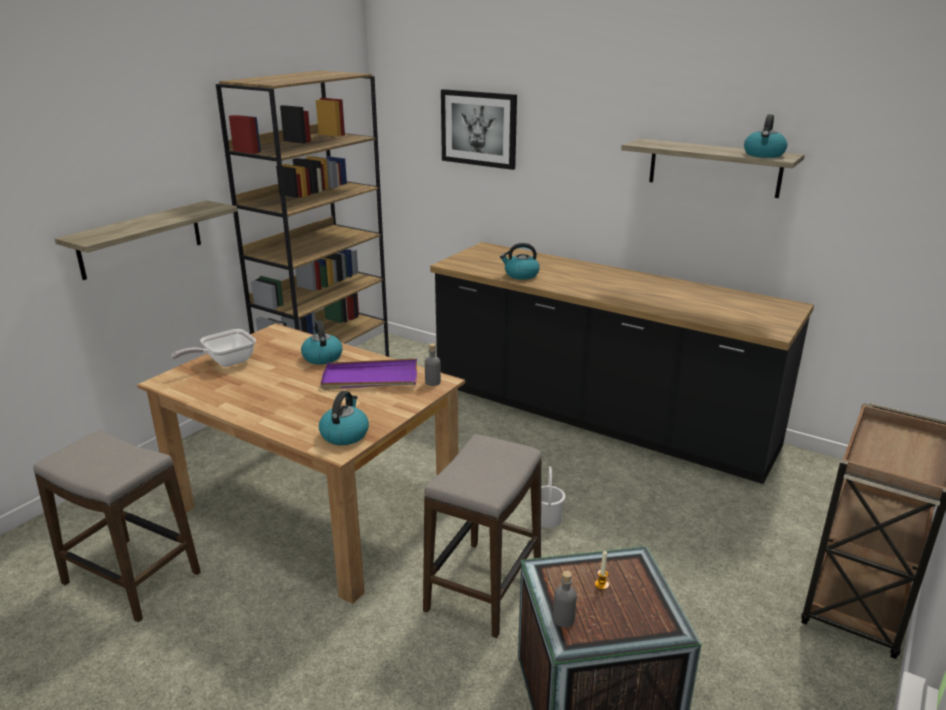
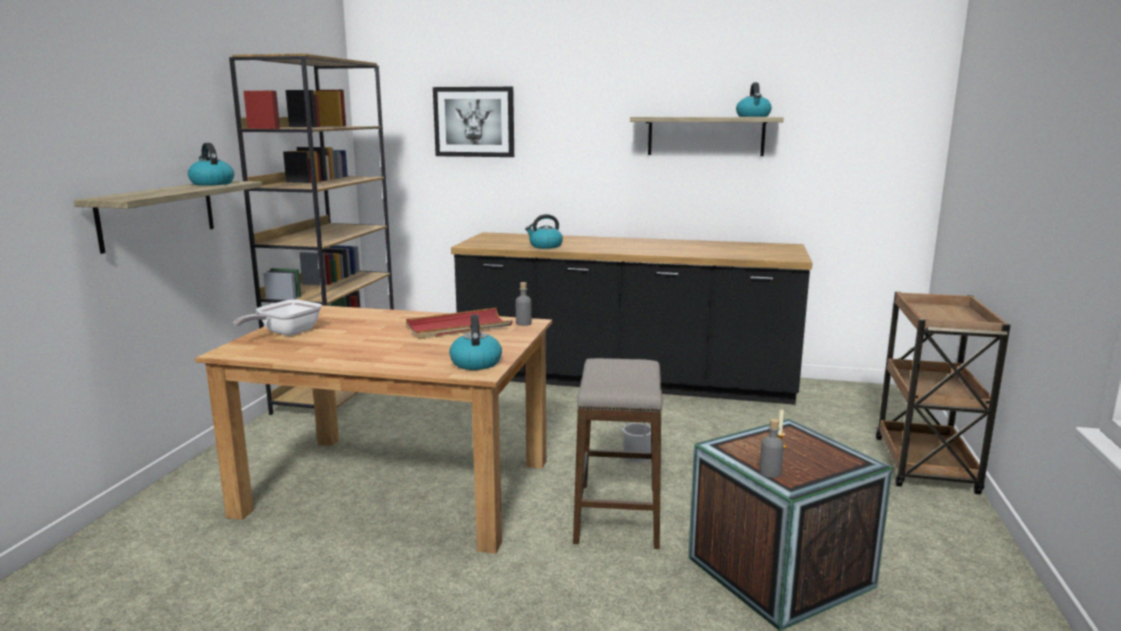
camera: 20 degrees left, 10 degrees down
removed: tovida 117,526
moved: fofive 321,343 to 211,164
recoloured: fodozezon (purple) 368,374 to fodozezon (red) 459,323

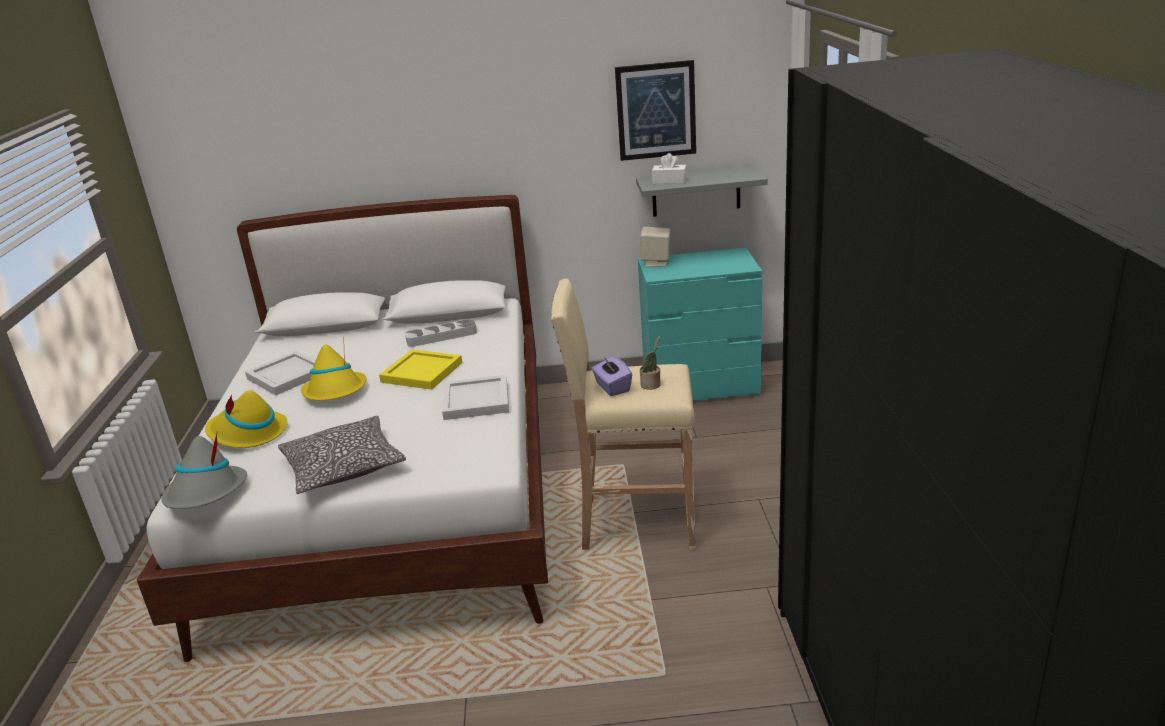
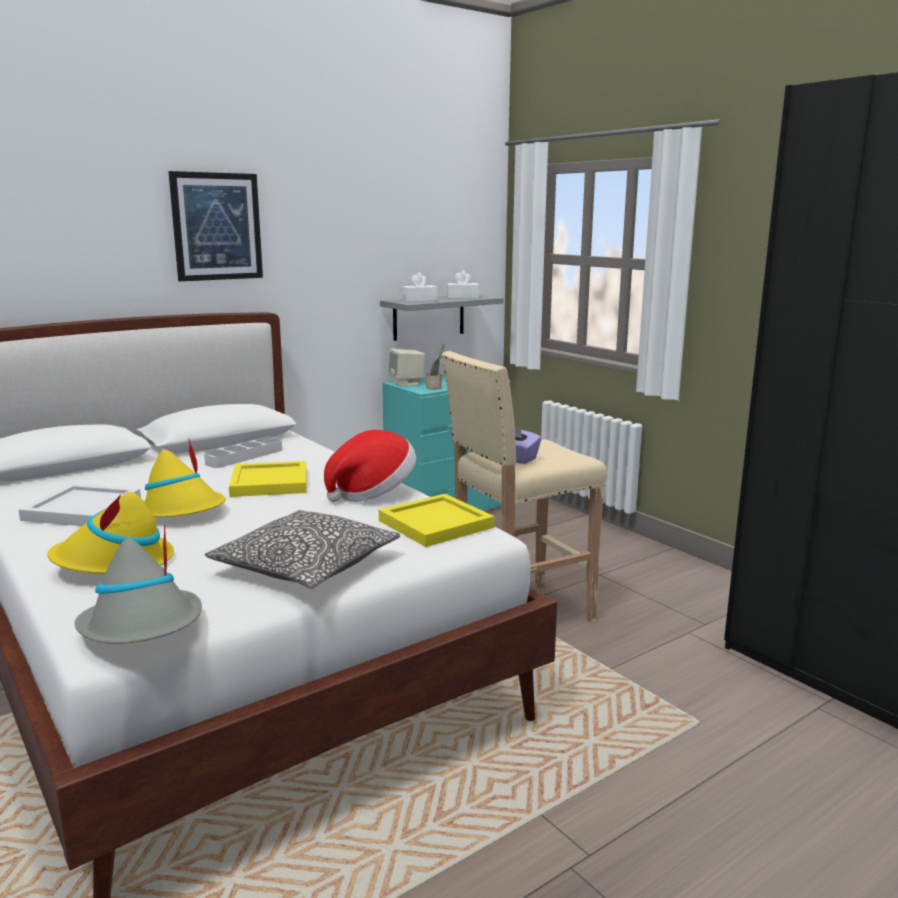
camera: 35 degrees left, 10 degrees down
added: fodozezon (yellow) 437,520; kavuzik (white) 463,284
moved: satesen 655,110 to 215,226; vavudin 650,363 to 435,366
replaced: fodozezon (white) 475,397 to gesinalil 370,466

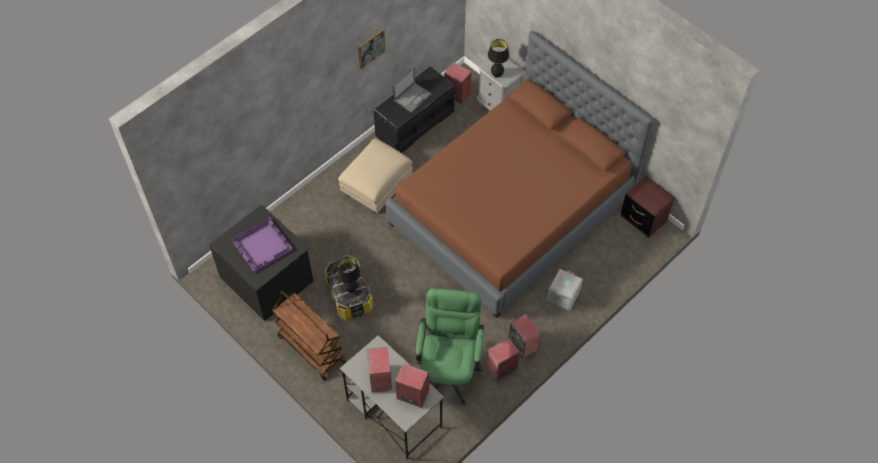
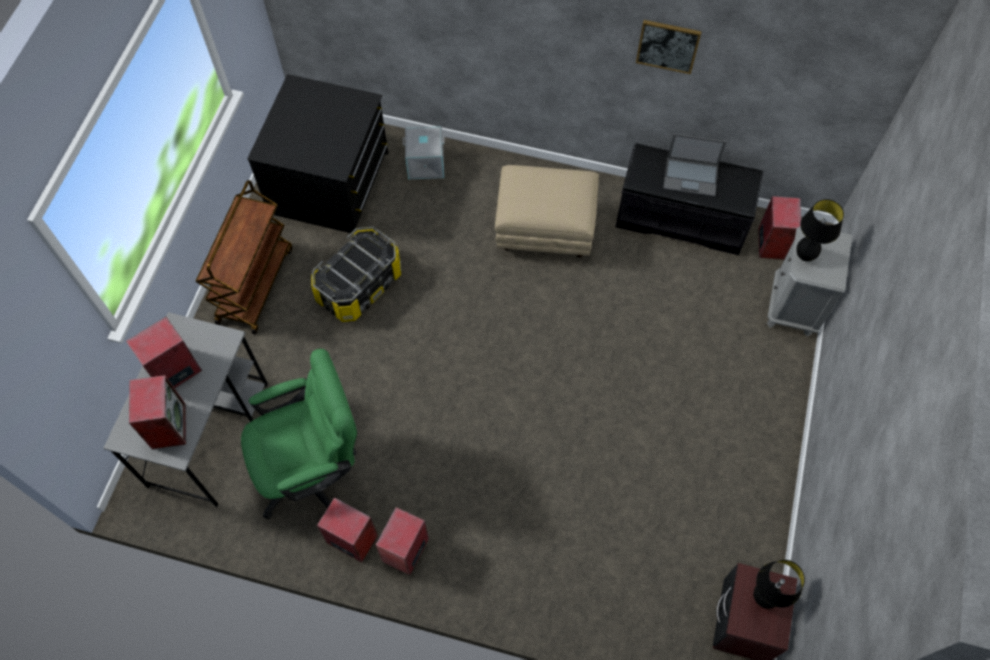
camera: 60 degrees right, 5 degrees up
removed: fodozezon (purple) 262,245; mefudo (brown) 519,174
moved: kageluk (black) 348,275 to 779,584; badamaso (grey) 565,290 to 424,152

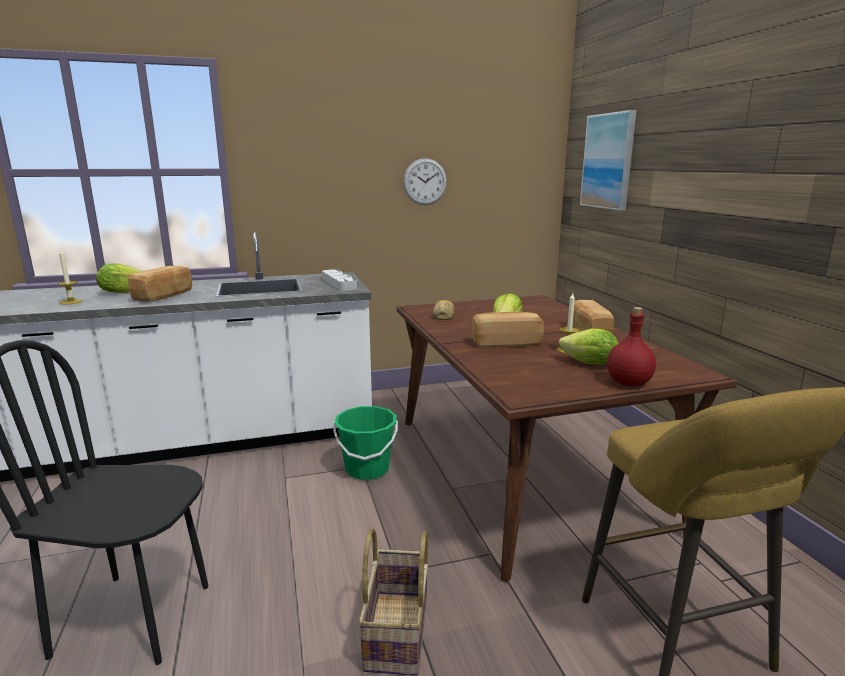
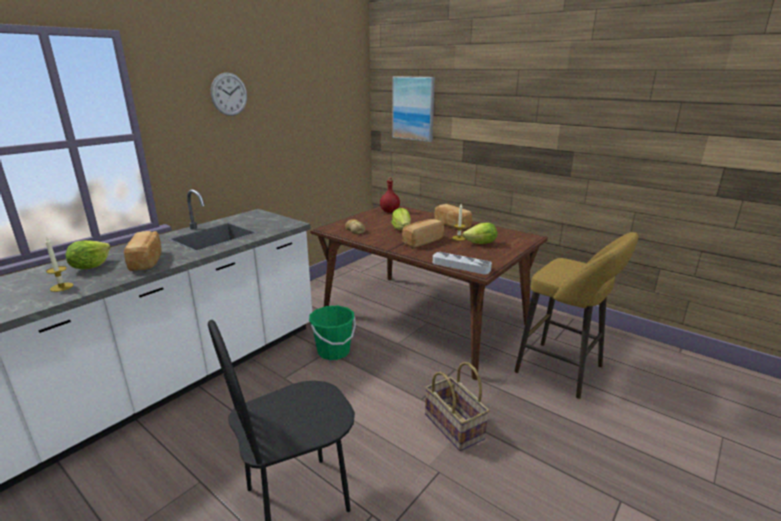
camera: 35 degrees left, 5 degrees up
moved: fodozezon (grey) 339,280 to 462,263; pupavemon 425,181 to 229,94; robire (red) 631,347 to 390,195

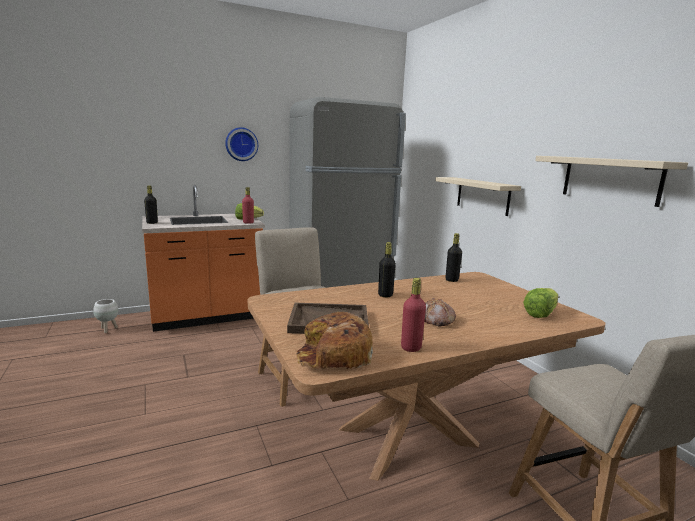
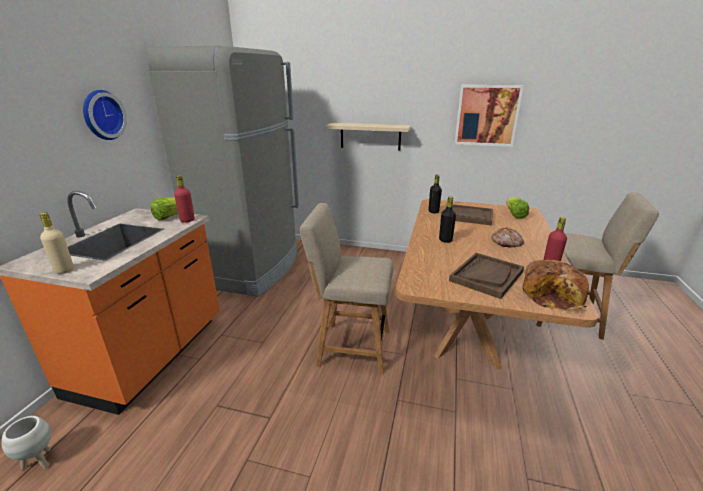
camera: 50 degrees left, 10 degrees up
added: fodozezon (brown) 469,215
replaced: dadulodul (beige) 611,181 to satesen 489,116
recoloured: robire (black) 151,205 to robire (beige) 57,243

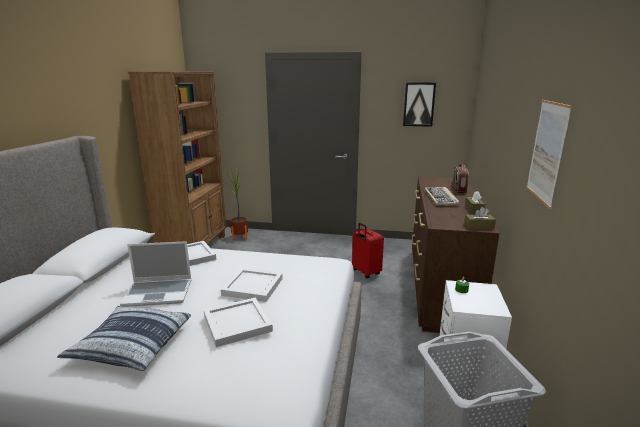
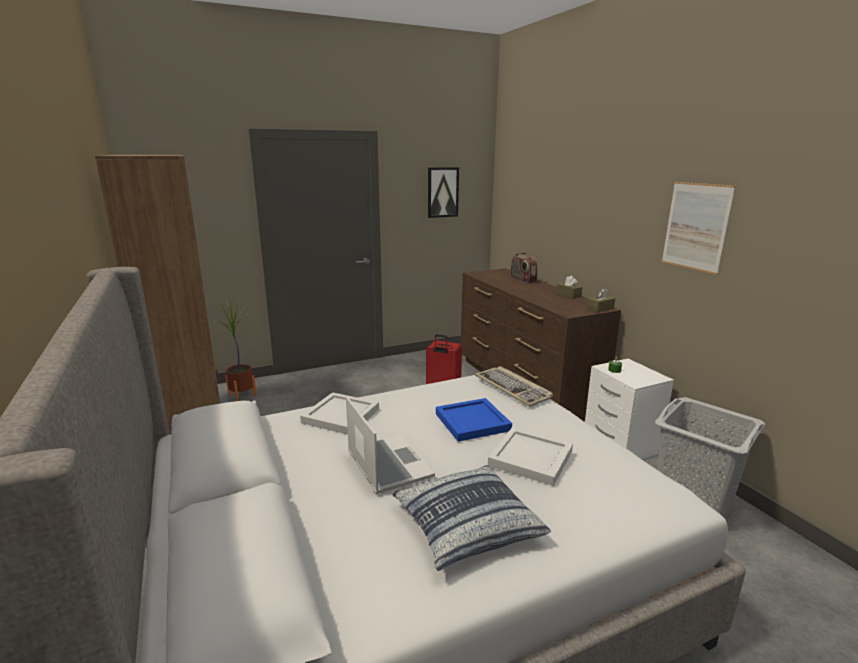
camera: 35 degrees left, 0 degrees up
moved: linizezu 442,196 to 514,386
recoloured: fodozezon (white) 252,285 to fodozezon (blue) 474,420
turned: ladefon 155,274 = 390,445 75 degrees counterclockwise

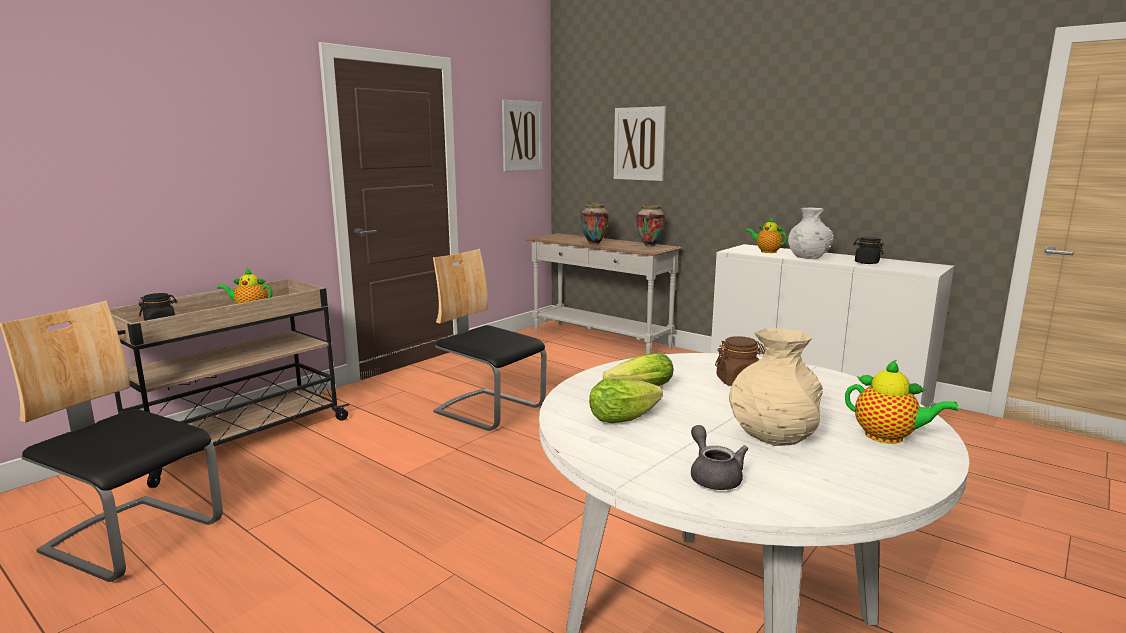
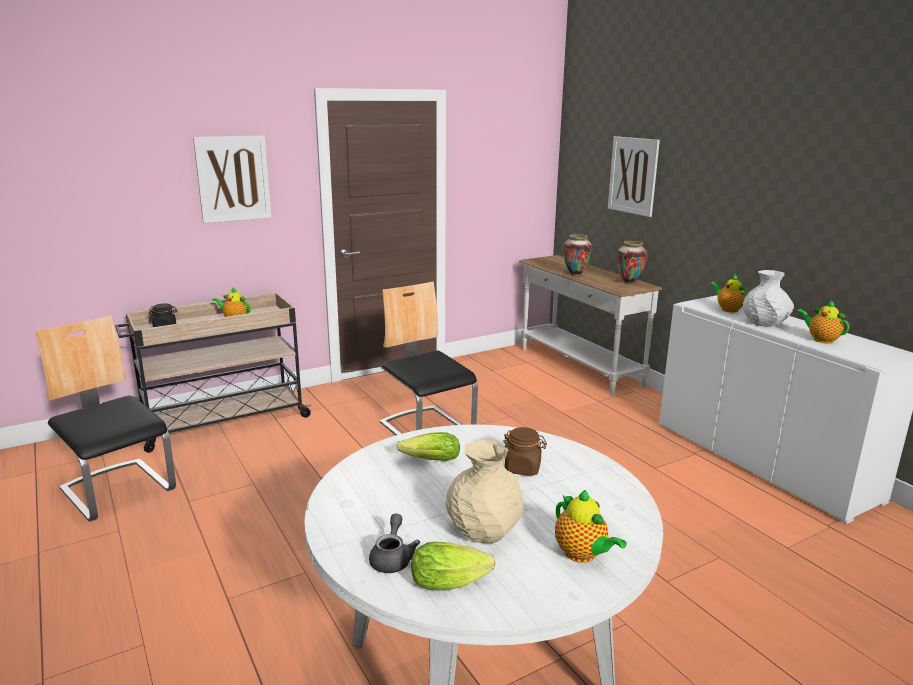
camera: 20 degrees right, 5 degrees up
moved: satesen 522,135 to 232,179; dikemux 626,400 to 453,566
replaced: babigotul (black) 868,250 to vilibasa 823,322

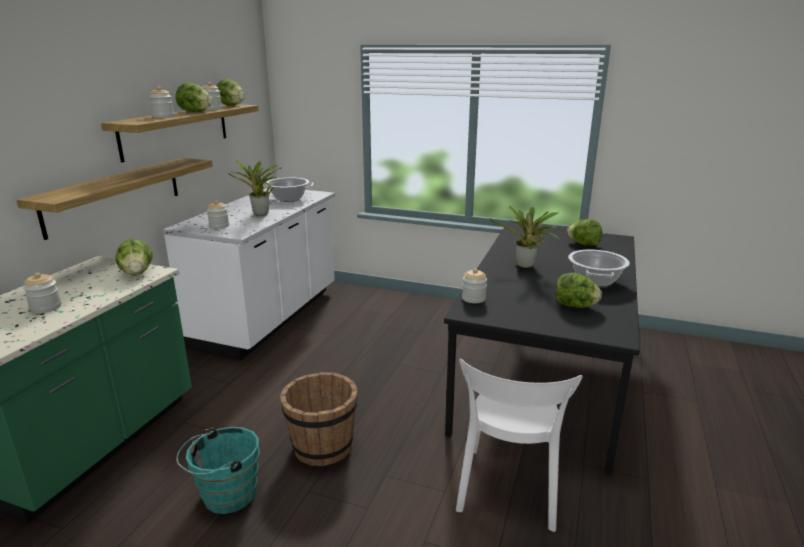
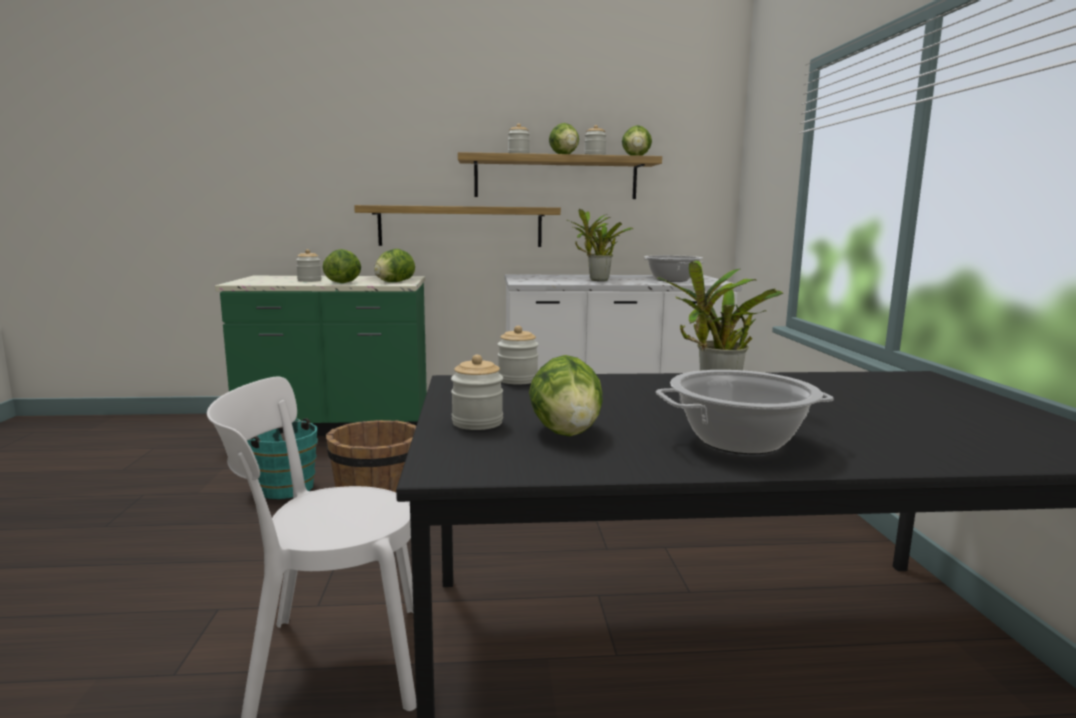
camera: 65 degrees right, 10 degrees down
moved: babigotul 218,215 to 477,392; dikemux 584,232 to 341,266

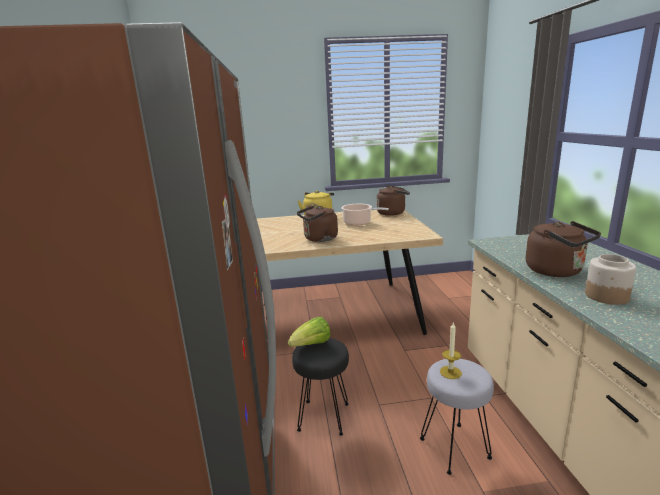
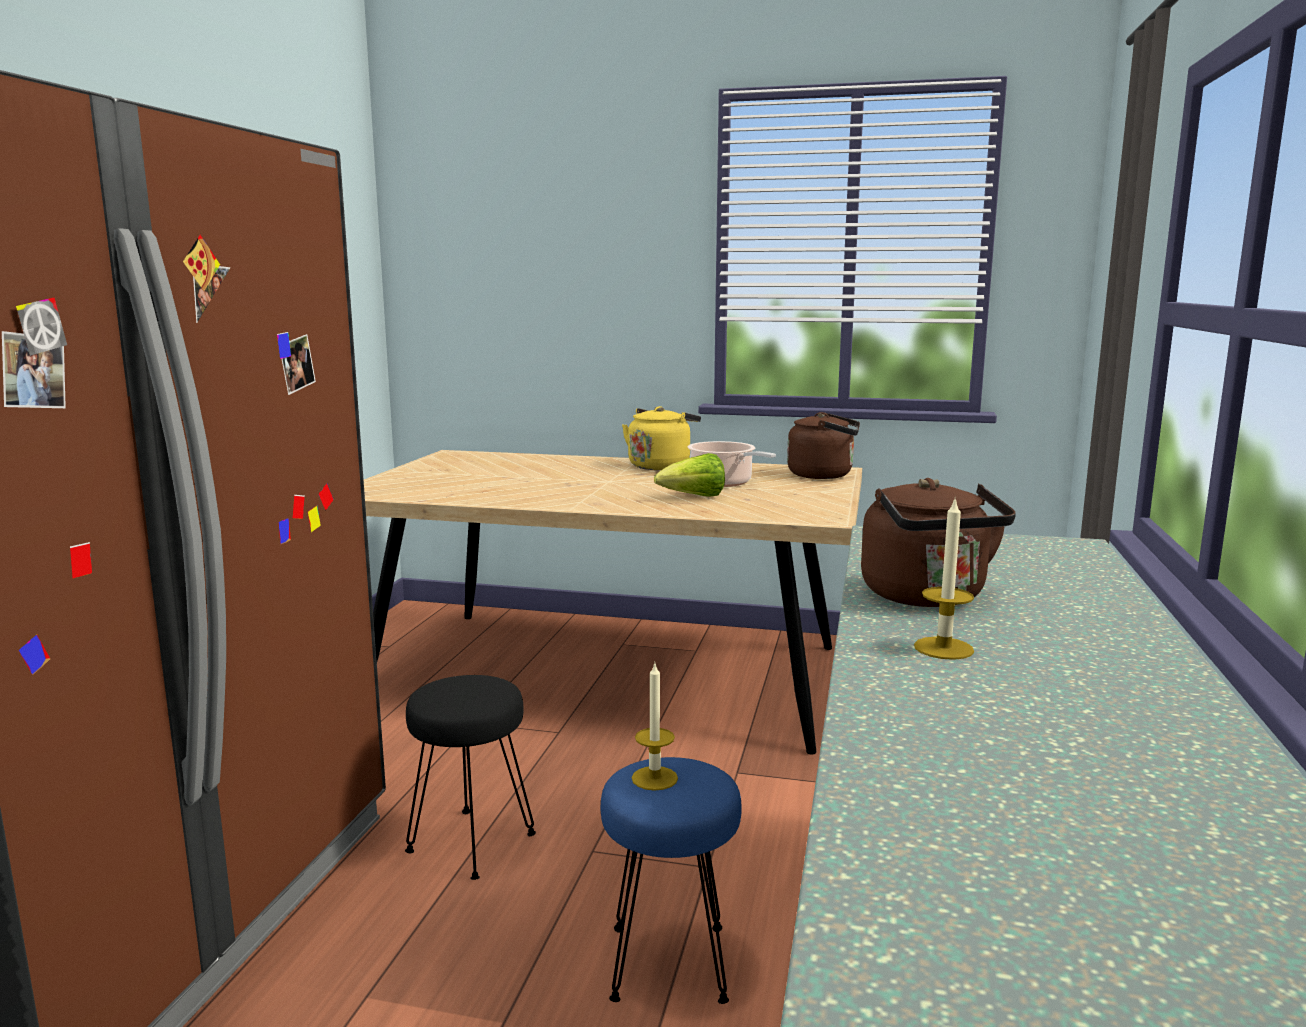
camera: 20 degrees right, 5 degrees down
removed: fofive (brown) 317,223
moved: dikemux 309,332 to 689,475
replaced: babigotul 610,279 to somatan 944,578
recoloured: tovida (grey) 457,417 to tovida (blue) 671,880

